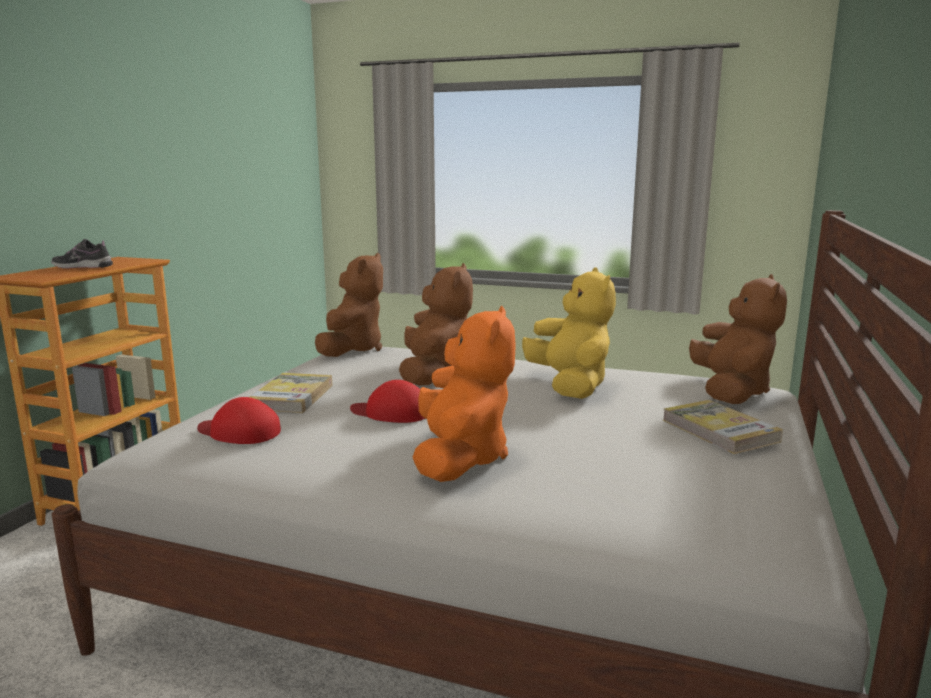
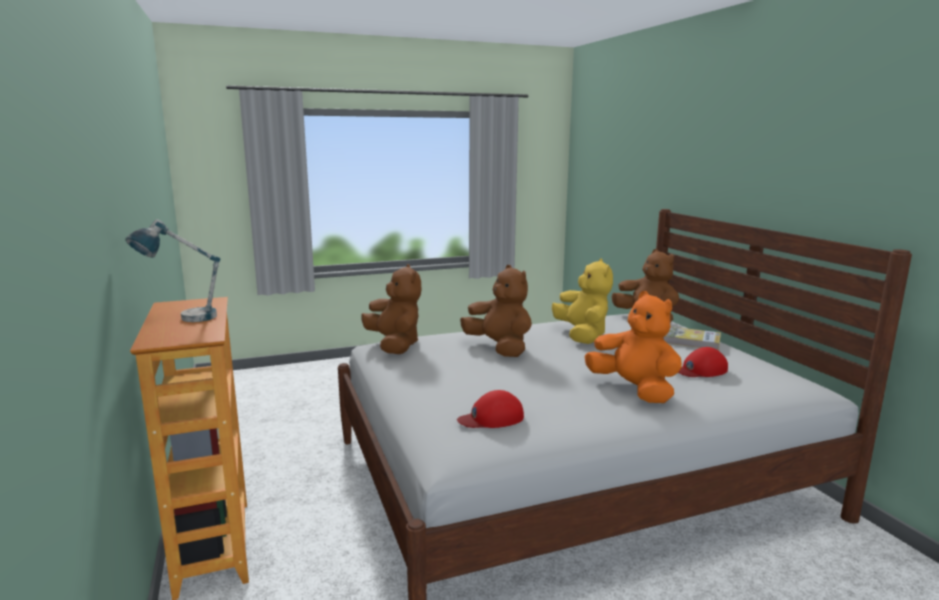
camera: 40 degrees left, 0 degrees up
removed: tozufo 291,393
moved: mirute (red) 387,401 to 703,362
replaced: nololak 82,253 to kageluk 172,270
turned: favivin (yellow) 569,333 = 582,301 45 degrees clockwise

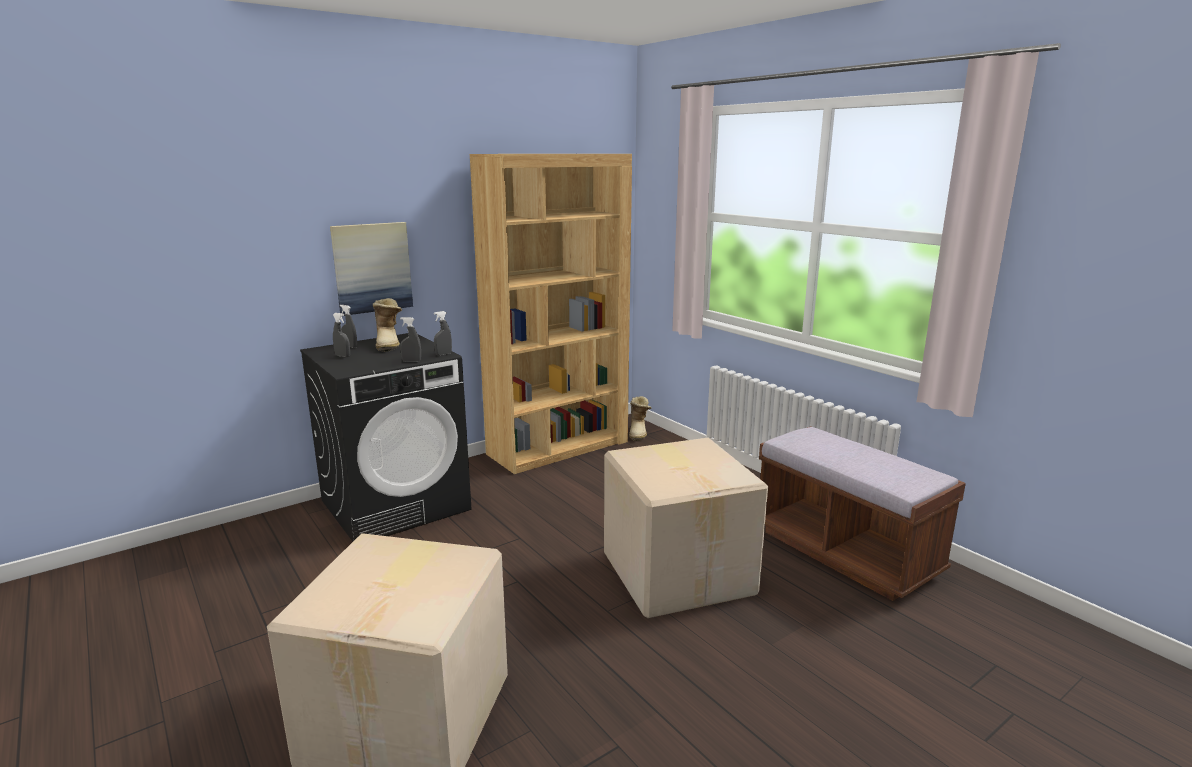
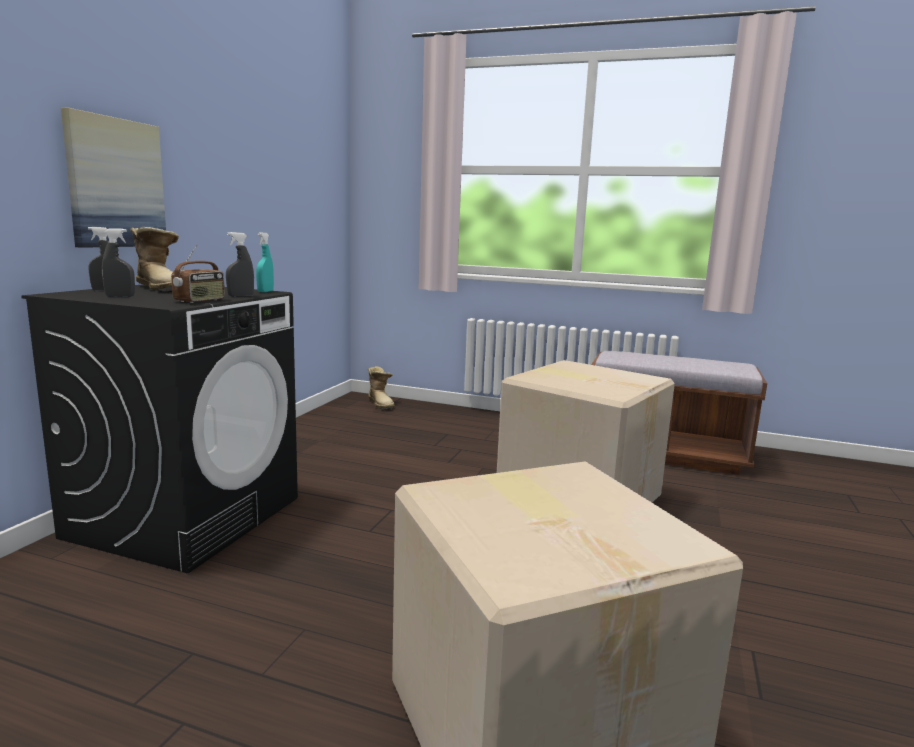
camera: 35 degrees left, 5 degrees down
removed: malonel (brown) 551,314
added: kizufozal 198,274
recoloured: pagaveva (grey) 443,333 to pagaveva (turquoise) 265,262

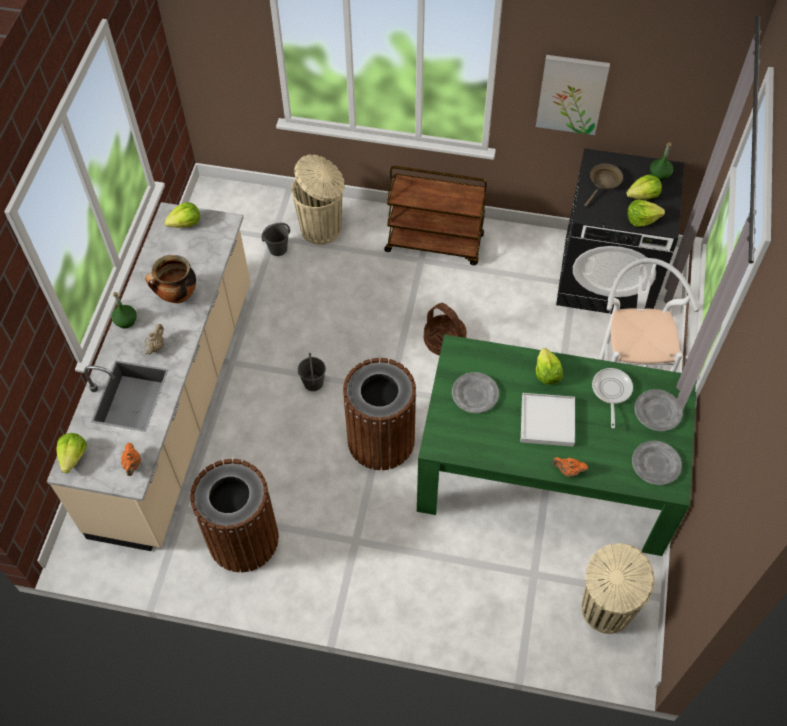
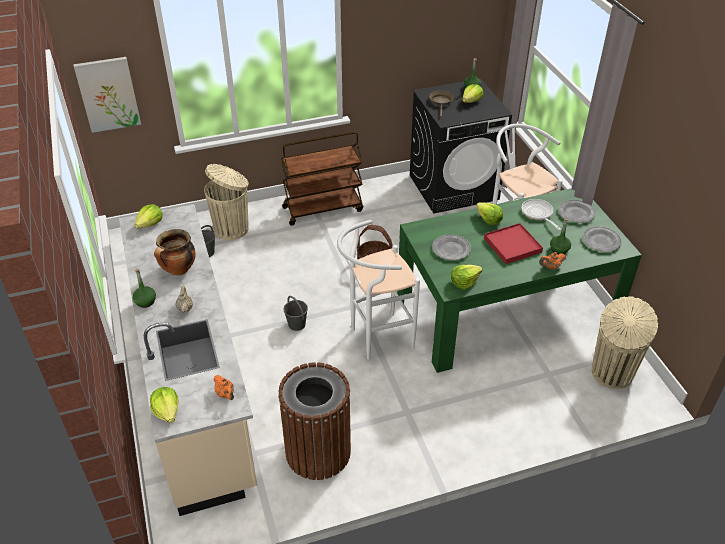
camera: 30 degrees left, 15 degrees down
added: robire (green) 560,236
moved: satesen 573,95 to 107,95; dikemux 646,213 to 466,277
replaced: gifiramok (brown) 379,414 to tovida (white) 378,290
recoloured: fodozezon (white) 548,420 to fodozezon (red) 513,243

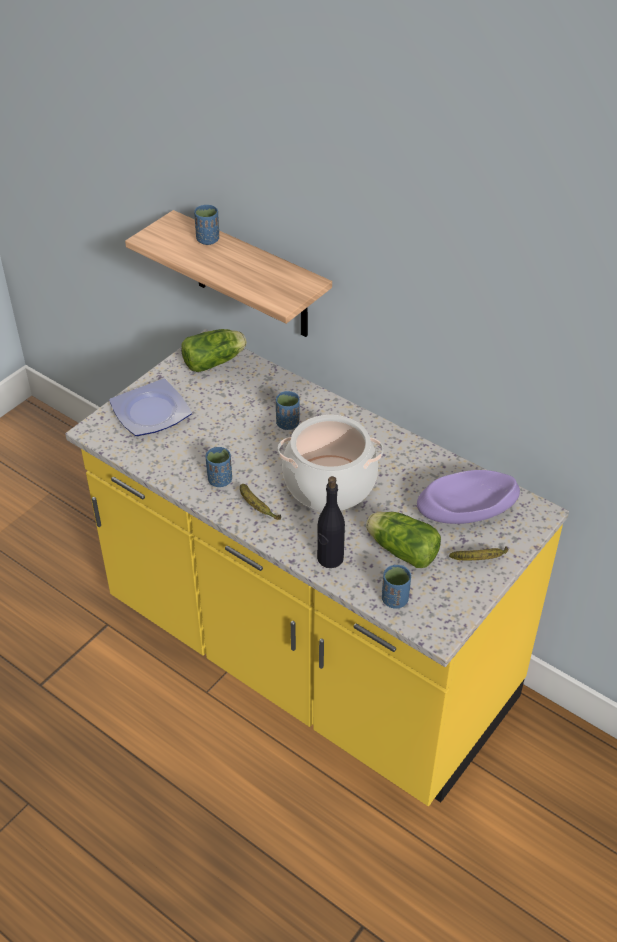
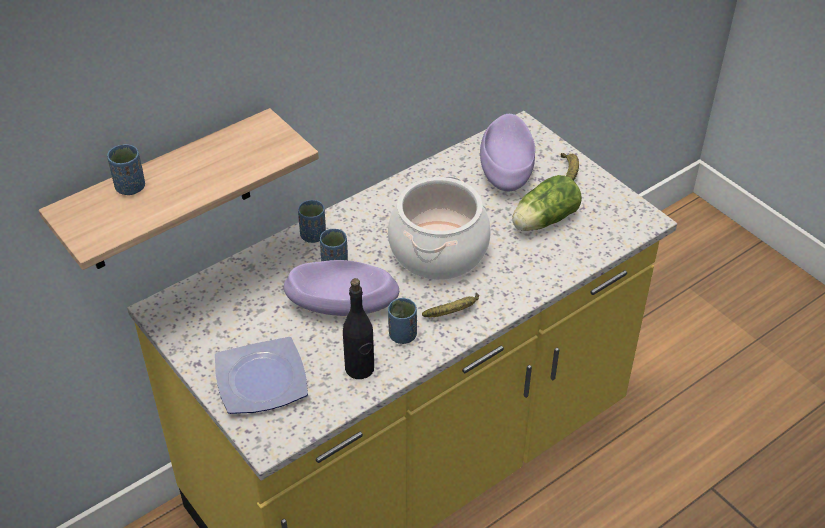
camera: 75 degrees left, 0 degrees up
removed: dikemux 214,350
added: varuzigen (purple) 341,288
moved: robire (black) 331,522 to 358,328; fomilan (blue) 396,586 to 312,221

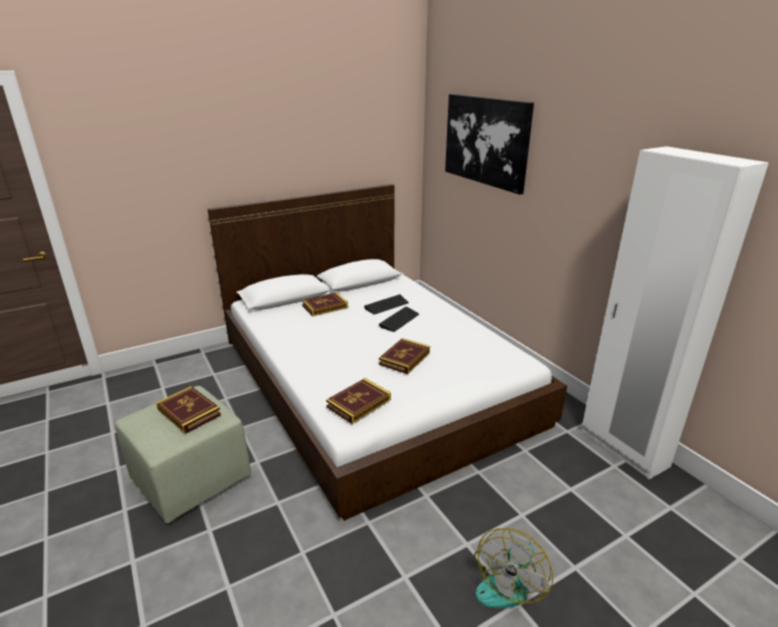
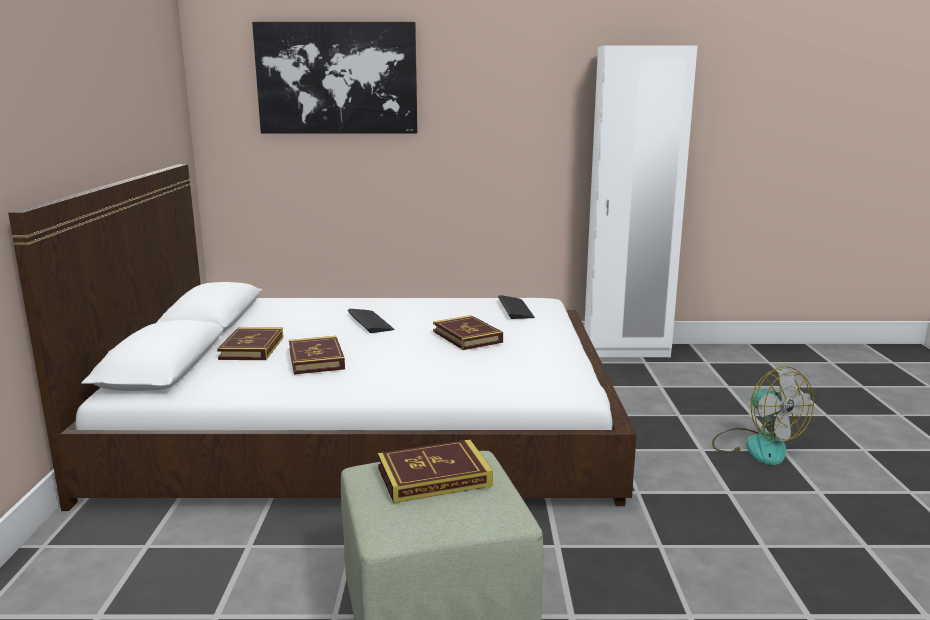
camera: 60 degrees left, 10 degrees down
moved: tozufo 358,401 to 317,355; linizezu 386,304 to 516,307

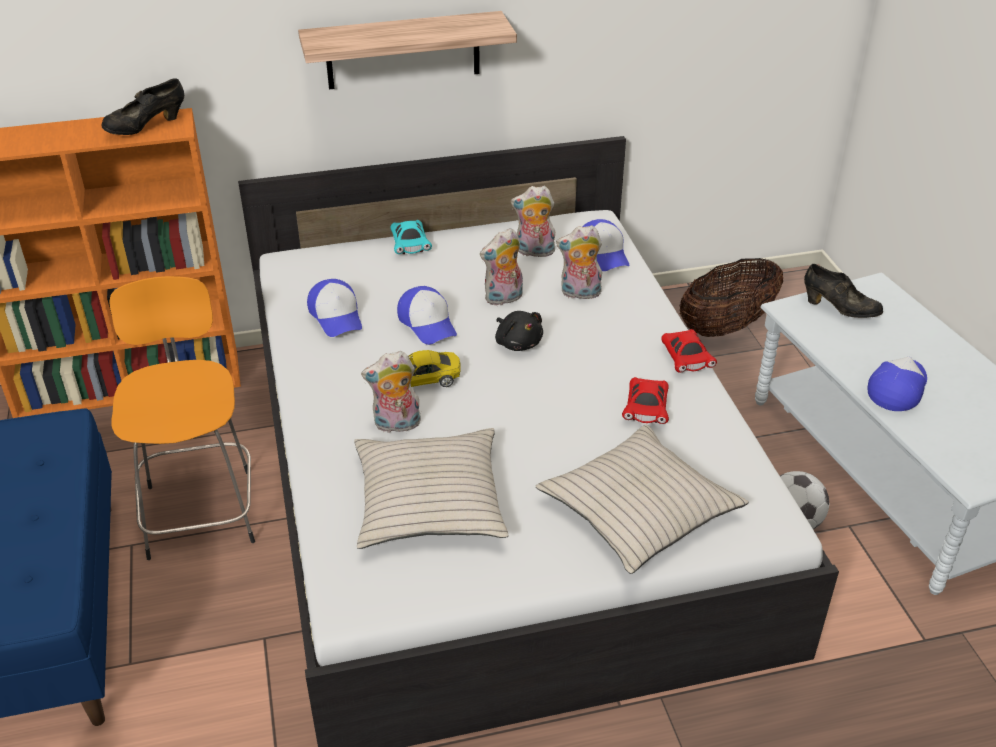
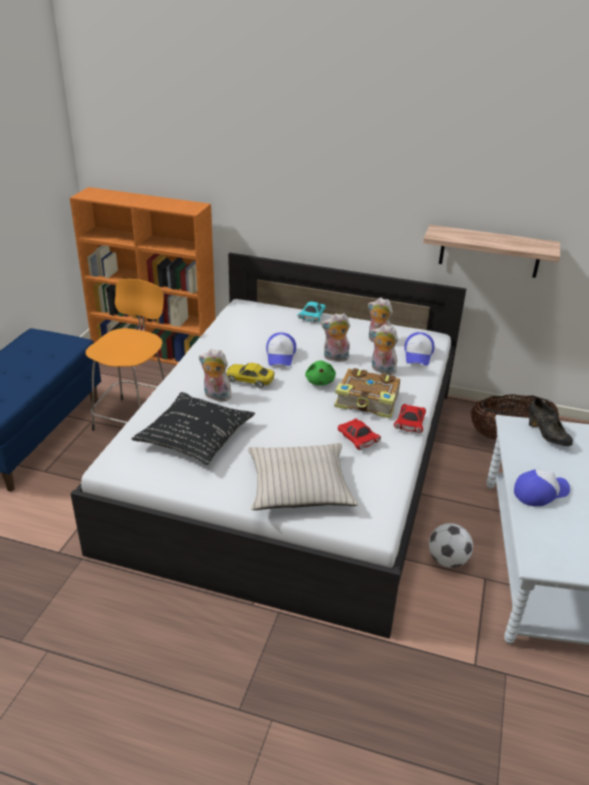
camera: 30 degrees right, 5 degrees down
removed: nololak (black) 142,106; mirute 334,308
added: tozufo 367,393
moved: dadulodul 407,50 to 491,251
recoloured: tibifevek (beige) 431,488 to tibifevek (black) 193,428; favivin (black) 519,331 to favivin (green) 320,373
turned: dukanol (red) 645,400 = 359,434 75 degrees counterclockwise

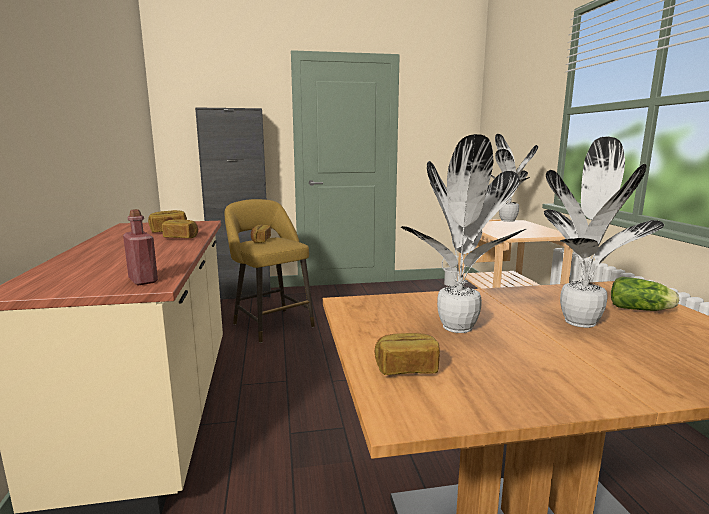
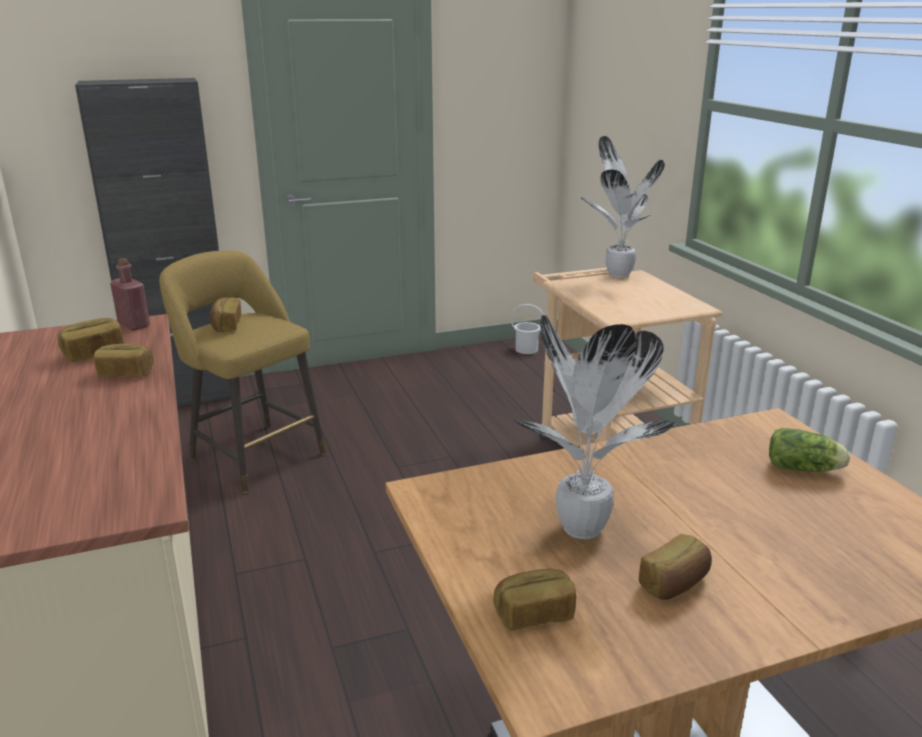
camera: 10 degrees left, 10 degrees up
removed: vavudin 604,232
added: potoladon 675,567
moved: robire (red) 140,247 to 130,294

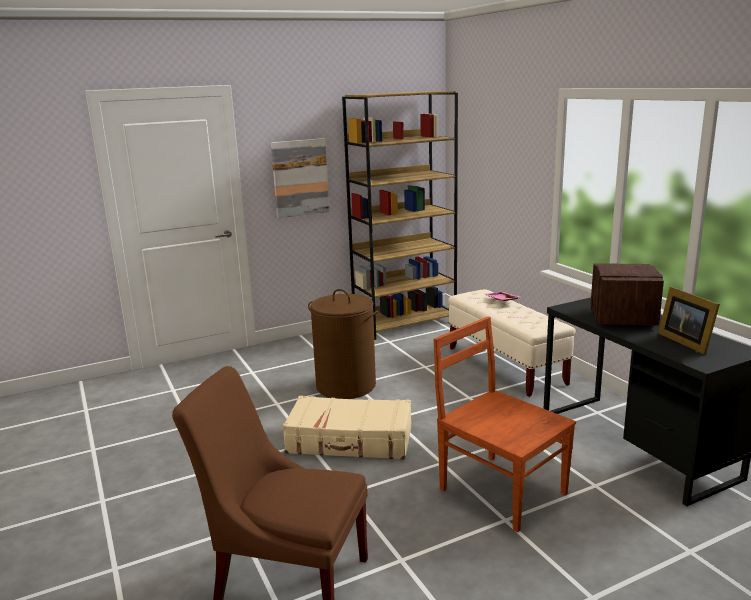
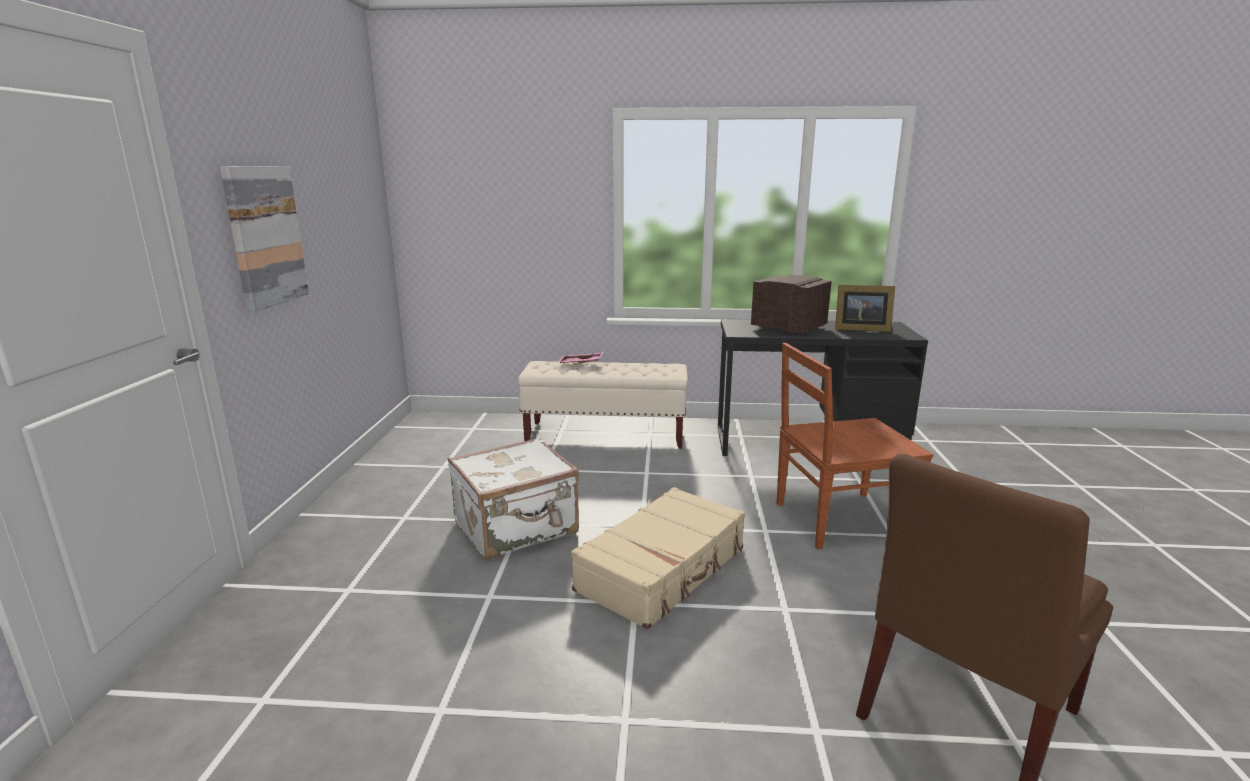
camera: 60 degrees left, 0 degrees up
removed: malonel (brown) 400,215
replaced: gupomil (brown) 343,344 to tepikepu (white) 513,498

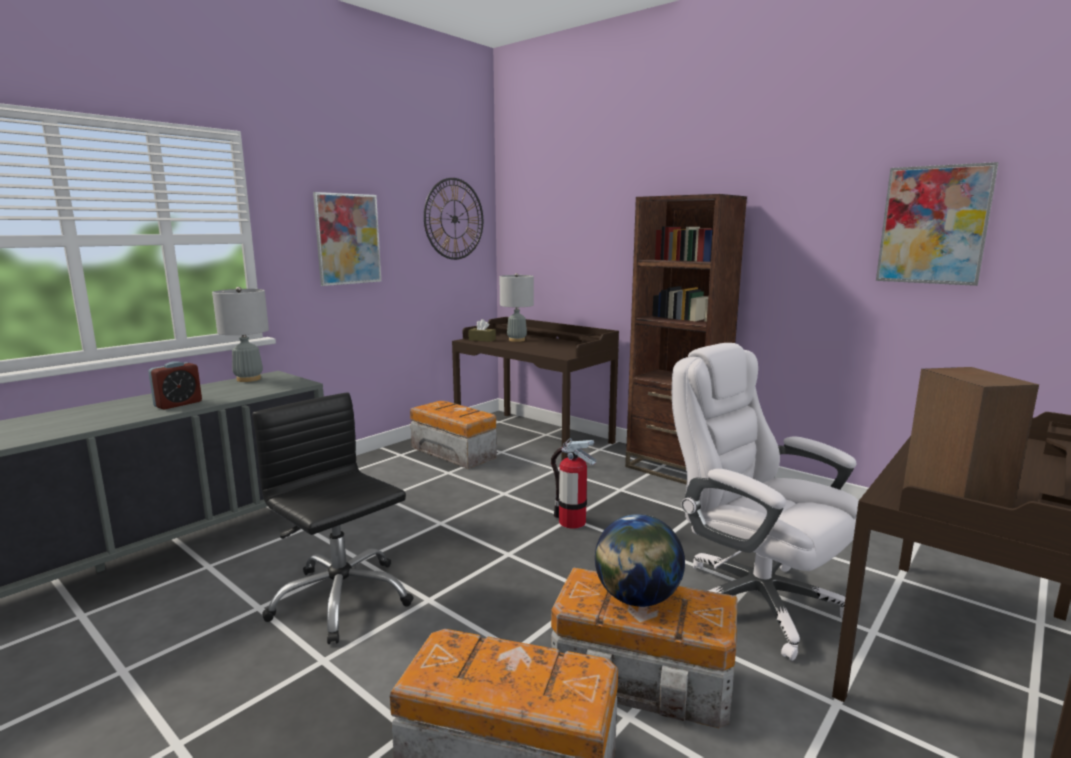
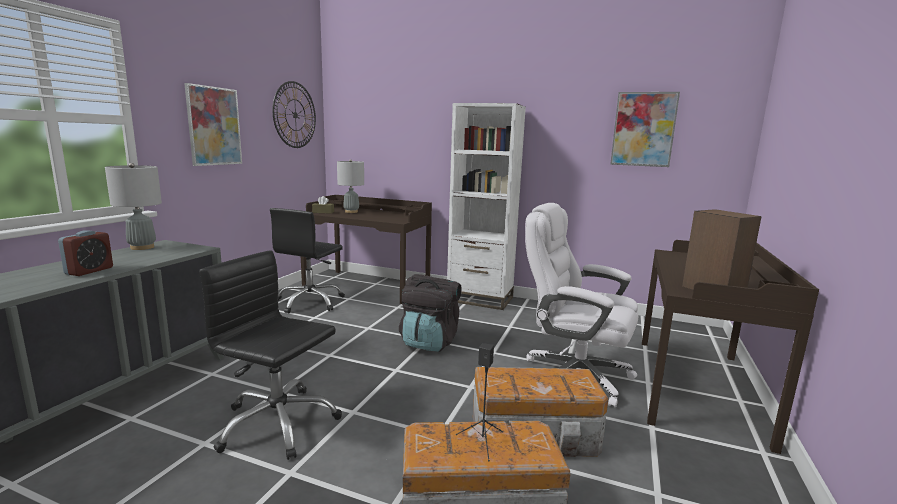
camera: 20 degrees left, 0 degrees up
removed: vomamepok 640,560
added: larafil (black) 479,402
replaced: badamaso 453,435 to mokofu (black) 307,260; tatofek 573,483 to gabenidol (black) 430,313
recoloured: malonel (brown) 686,339 to malonel (white) 486,206

